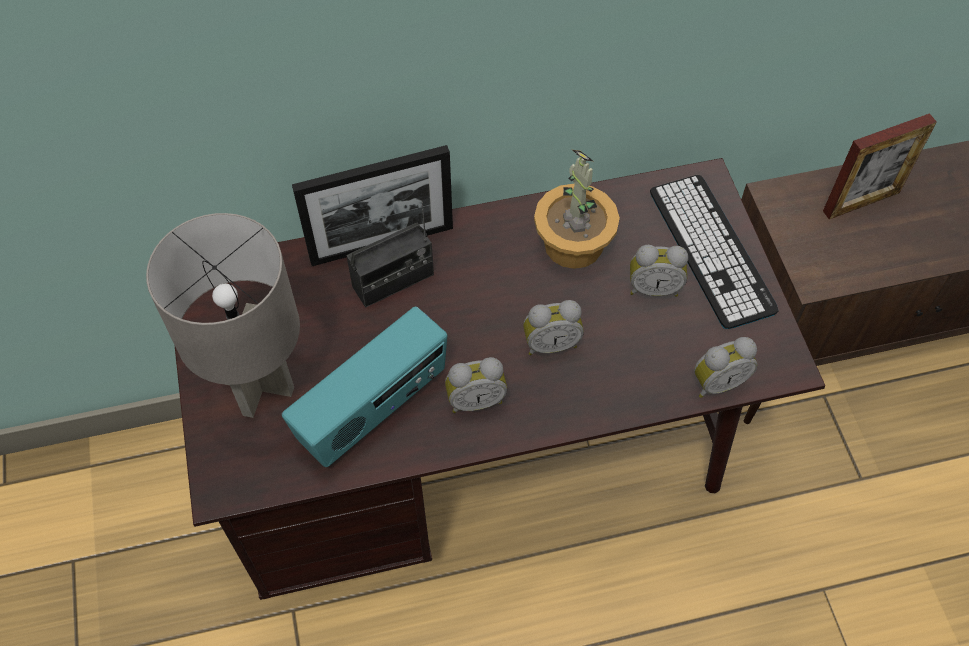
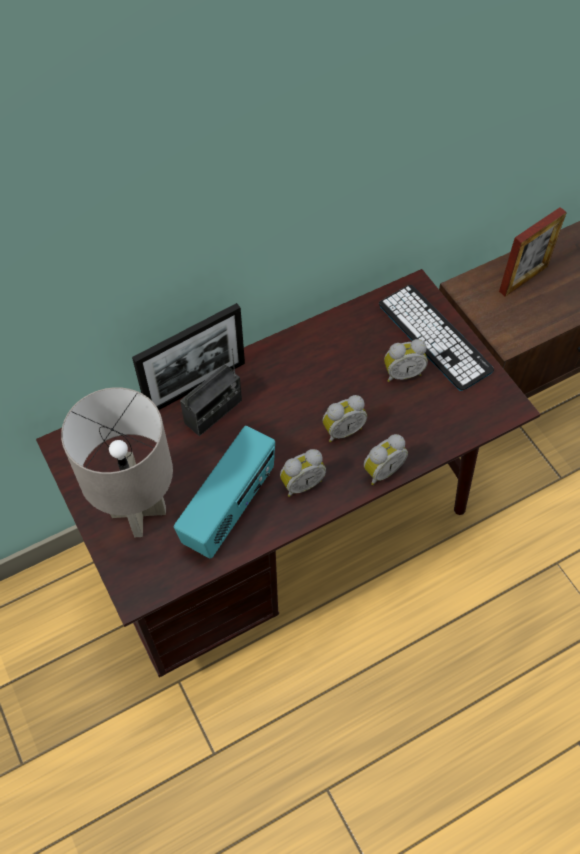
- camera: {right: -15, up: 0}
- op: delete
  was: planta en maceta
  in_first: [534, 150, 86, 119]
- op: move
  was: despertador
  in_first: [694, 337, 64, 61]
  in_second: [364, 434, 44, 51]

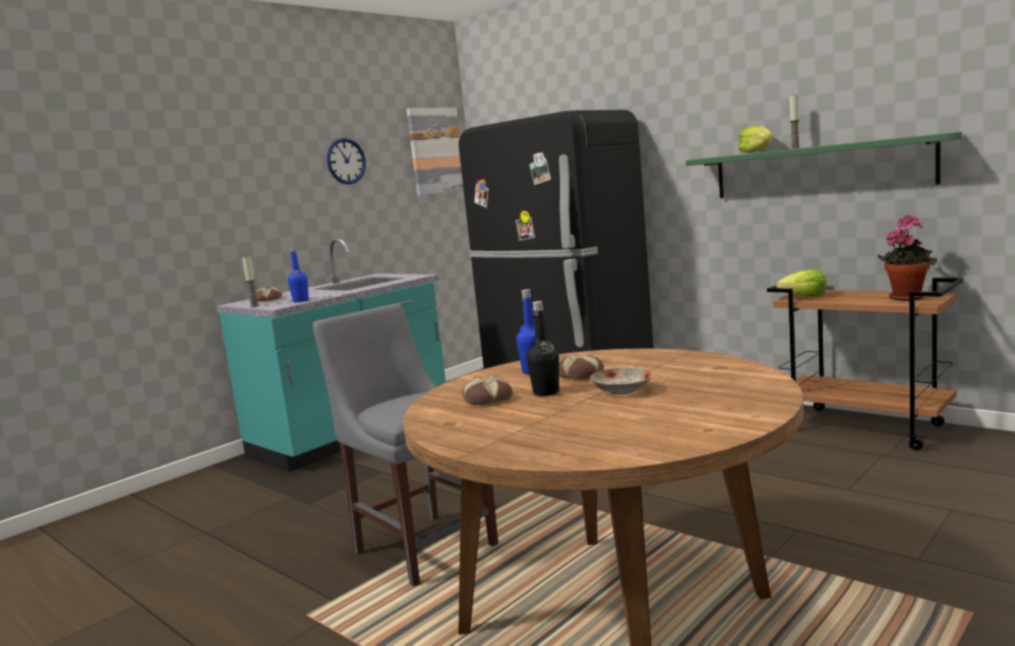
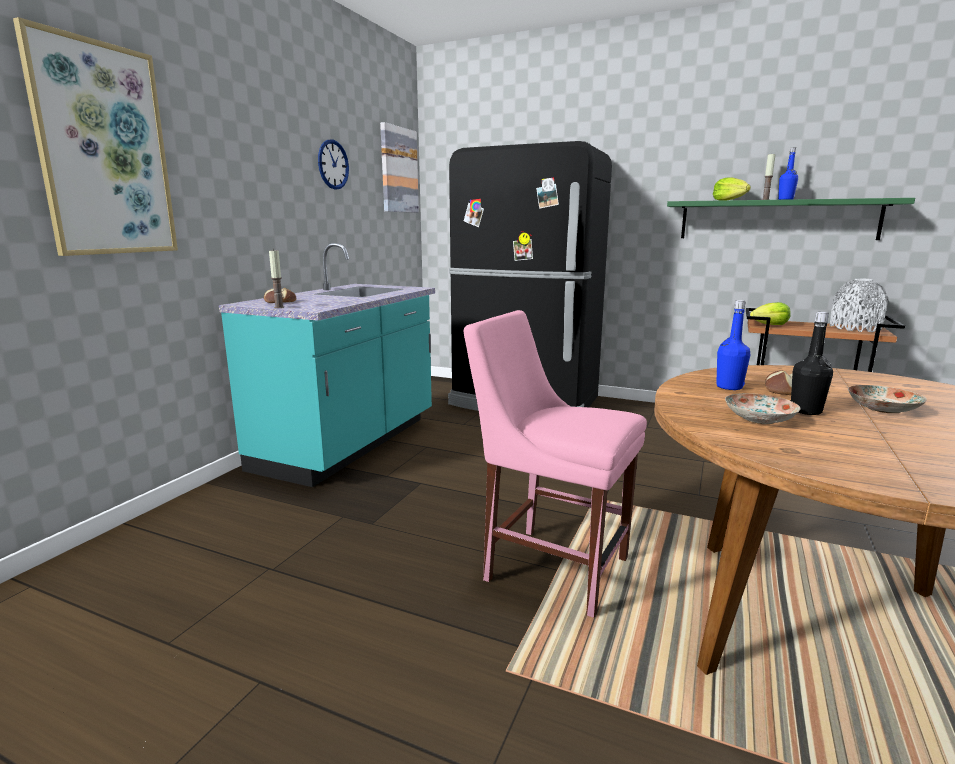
- camera: {right: -20, up: 5}
- op: replace
  was: planta en maceta
  now: florero [gris]
  in_first: [877, 214, 60, 87]
  in_second: [830, 278, 58, 54]
- op: move
  was: botella [azul]
  in_first: [288, 246, 21, 56]
  in_second: [778, 148, 20, 52]
- op: recolor
  was: silla [gris]
  now: silla [rosa]
  in_first: [313, 303, 185, 284]
  in_second: [464, 310, 183, 308]
- op: replace
  was: pan
  now: plato
  in_first: [462, 375, 51, 30]
  in_second: [725, 393, 76, 31]
- op: insert
  now: cuadro
  in_second: [13, 17, 165, 239]

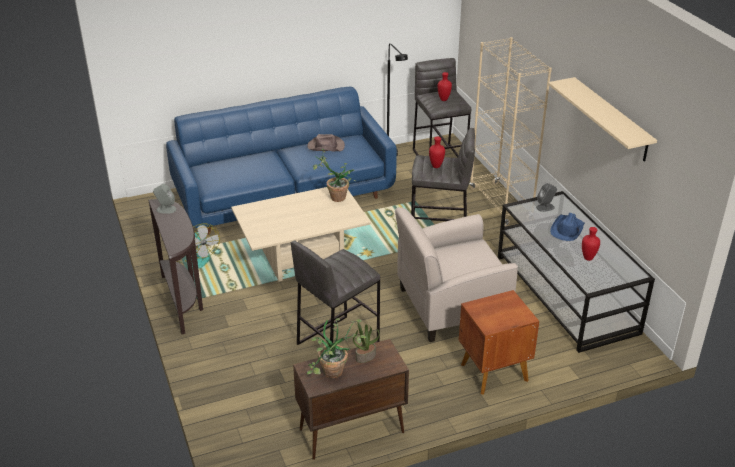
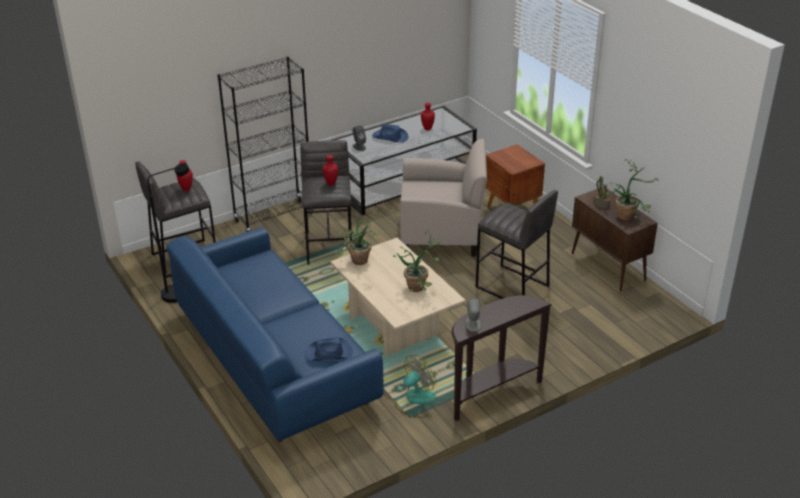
- camera: {right: -100, up: 0}
- op: recolor
  was: estantería [beis]
  now: estantería [negro]
  in_first: [469, 37, 83, 189]
  in_second: [217, 56, 96, 176]
- op: delete
  was: estante [beis]
  in_first: [548, 77, 109, 85]
- op: delete
  was: sombrero [marrón]
  in_first: [307, 134, 38, 18]
- op: rotate
  was: sillón [beis]
  in_first: [395, 207, 123, 135]
  in_second: [400, 139, 87, 117]
  clockwise: -60
- op: insert
  now: planta en maceta
  in_second: [393, 229, 47, 63]
- op: insert
  now: sombrero [azul]
  in_second: [305, 336, 48, 25]

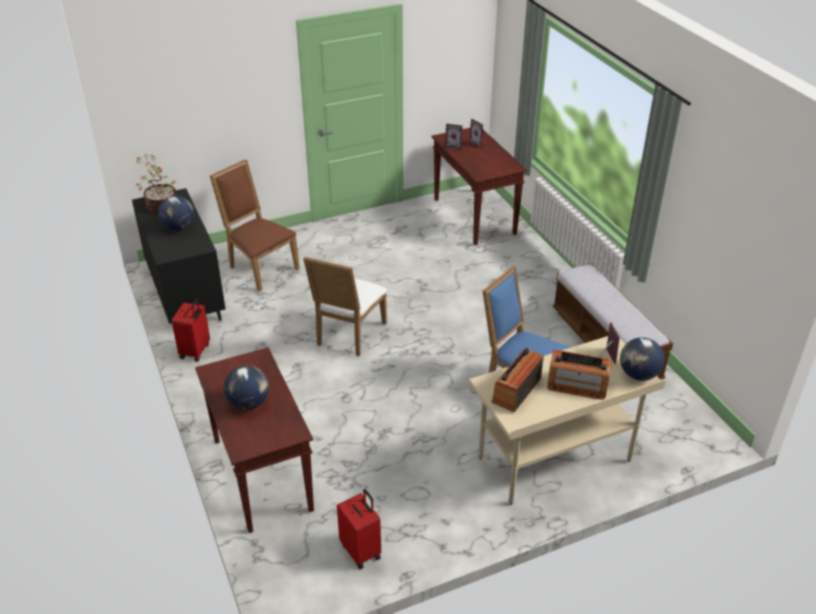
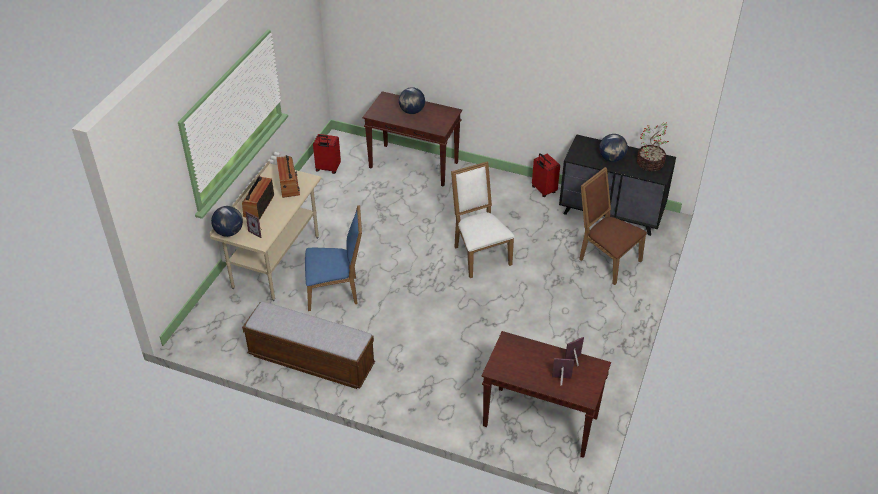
- camera: {right: 135, up: 5}
- op: rotate
  was: silla [marrón]
  in_first: [210, 159, 90, 133]
  in_second: [579, 167, 68, 118]
  clockwise: -135
- op: rotate
  was: radio
  in_first: [547, 349, 65, 51]
  in_second: [242, 176, 32, 44]
  clockwise: -45

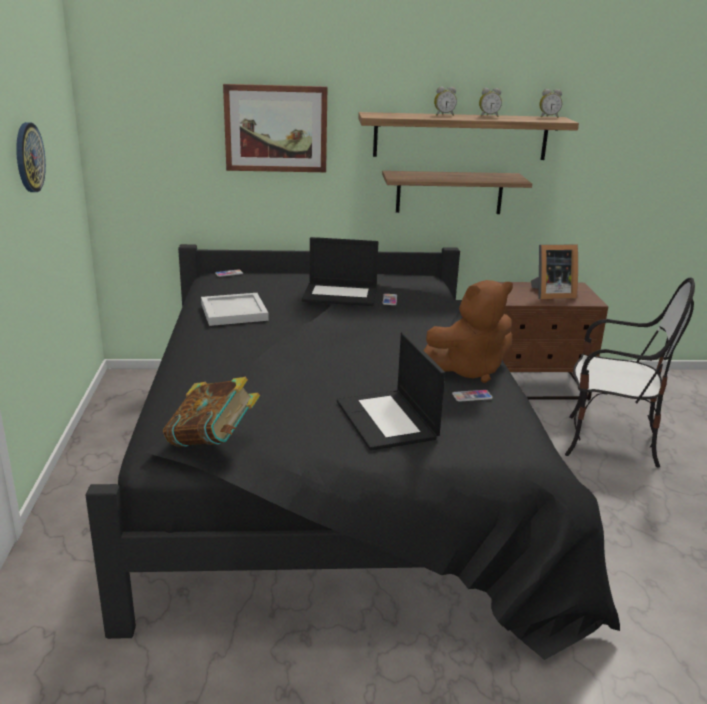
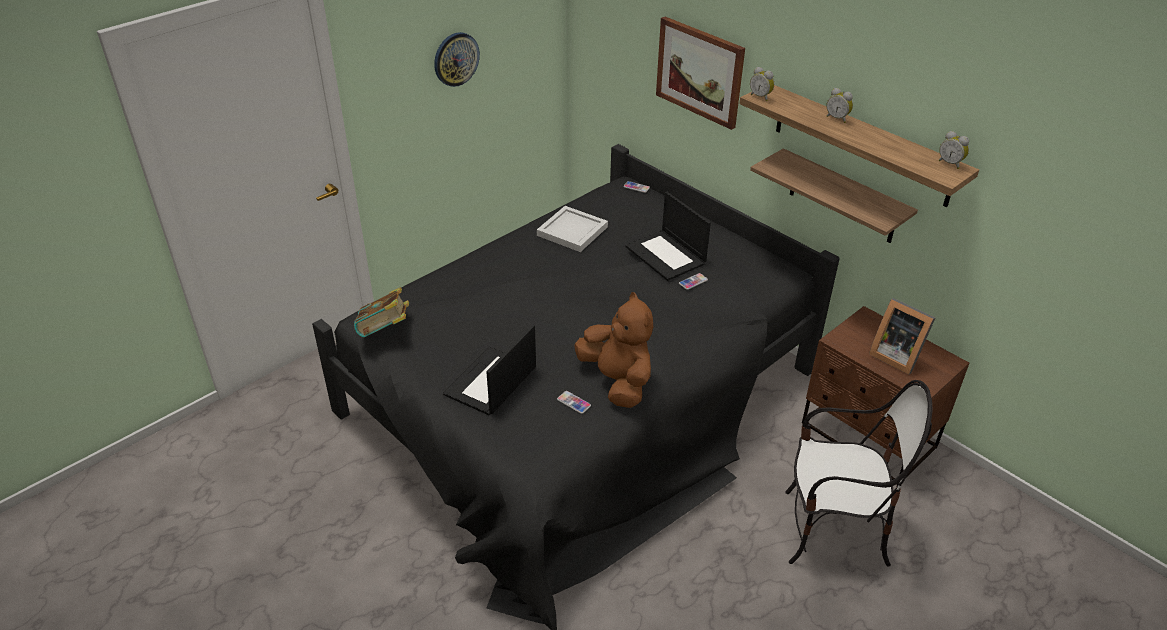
- camera: {right: 50, up: 15}
- op: move
  was: despertador
  in_first: [479, 88, 23, 29]
  in_second: [750, 67, 24, 34]
- op: rotate
  was: silla
  in_first: [565, 278, 130, 190]
  in_second: [785, 380, 147, 186]
  clockwise: -60
- op: rotate
  was: peluche [marrón]
  in_first: [423, 280, 90, 103]
  in_second: [574, 292, 79, 116]
  clockwise: -150

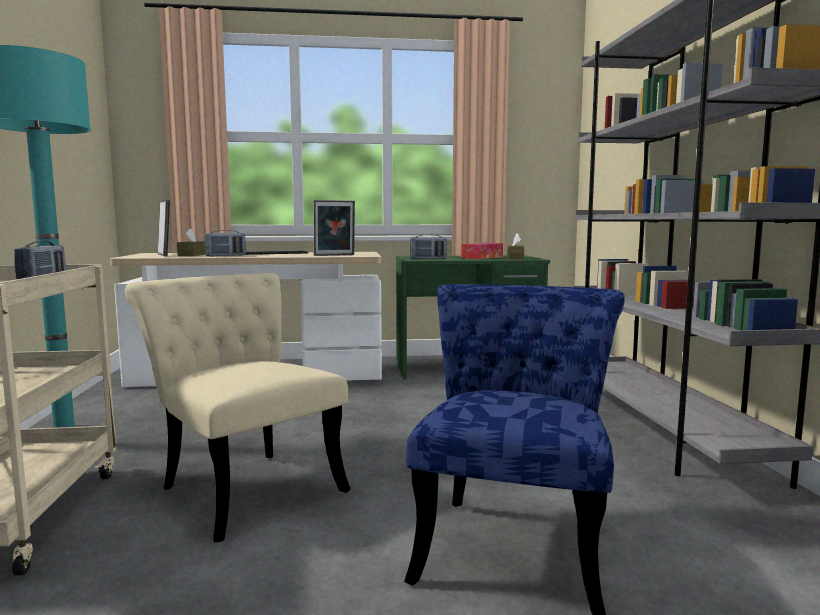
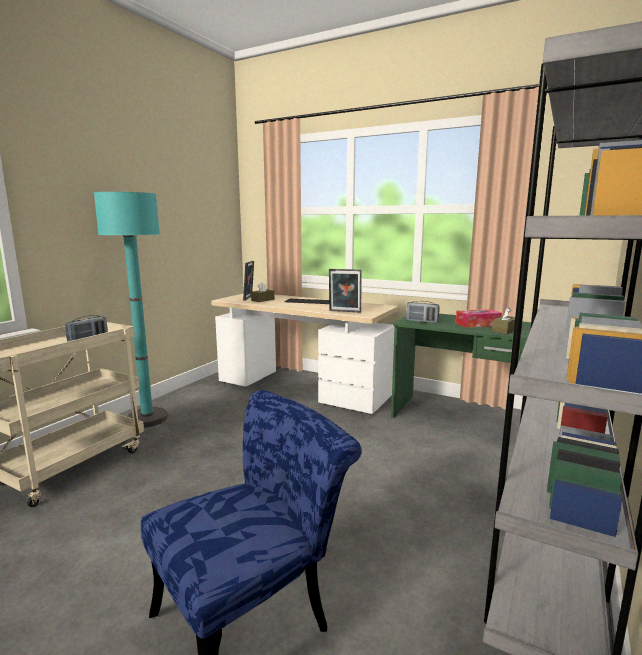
- camera: {right: 35, up: 5}
- op: delete
  was: radio
  in_first: [205, 230, 41, 27]
- op: delete
  was: silla [beis]
  in_first: [125, 273, 226, 269]

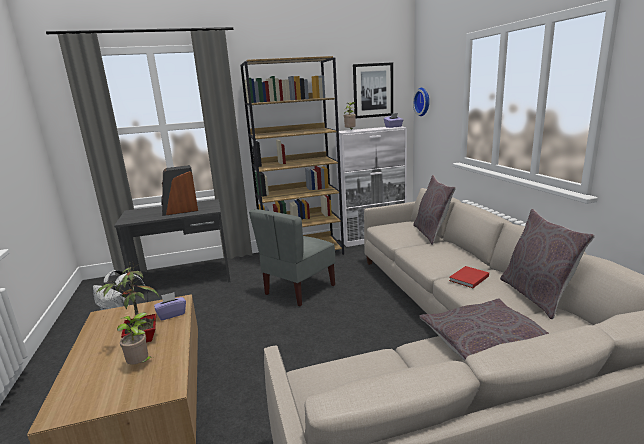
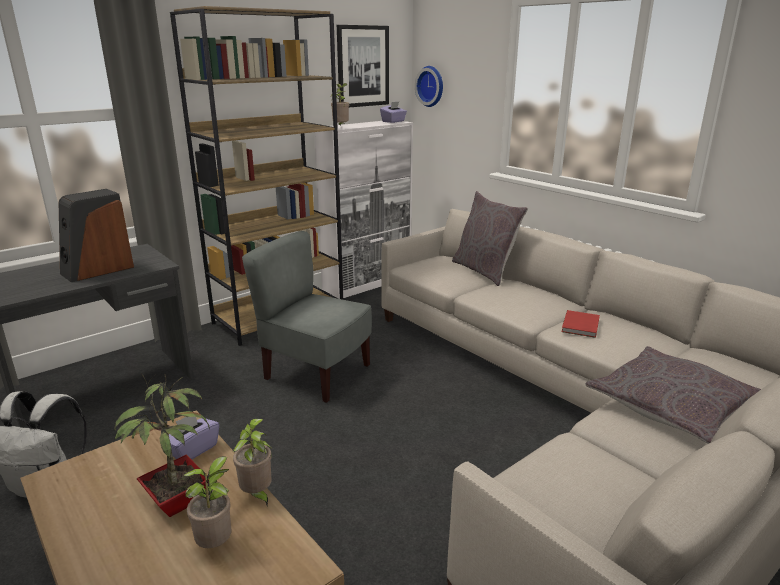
- camera: {right: -25, up: 5}
- op: rotate
  was: silla [gris]
  in_first: [249, 209, 86, 97]
  in_second: [242, 231, 130, 172]
  clockwise: 105
- op: delete
  was: cojín [gris]
  in_first: [500, 209, 95, 110]
- op: insert
  now: planta en maceta
  in_second: [233, 419, 38, 87]

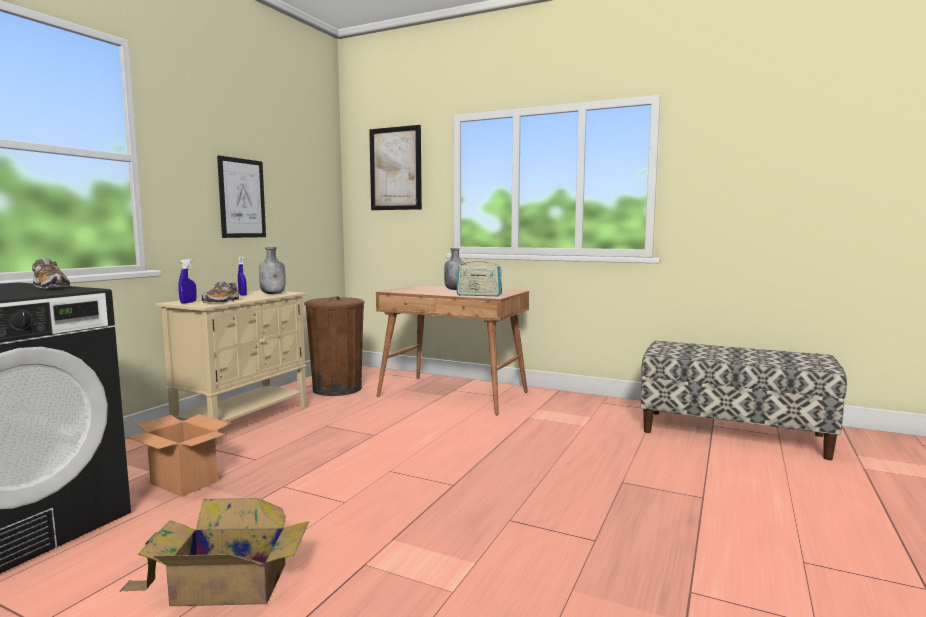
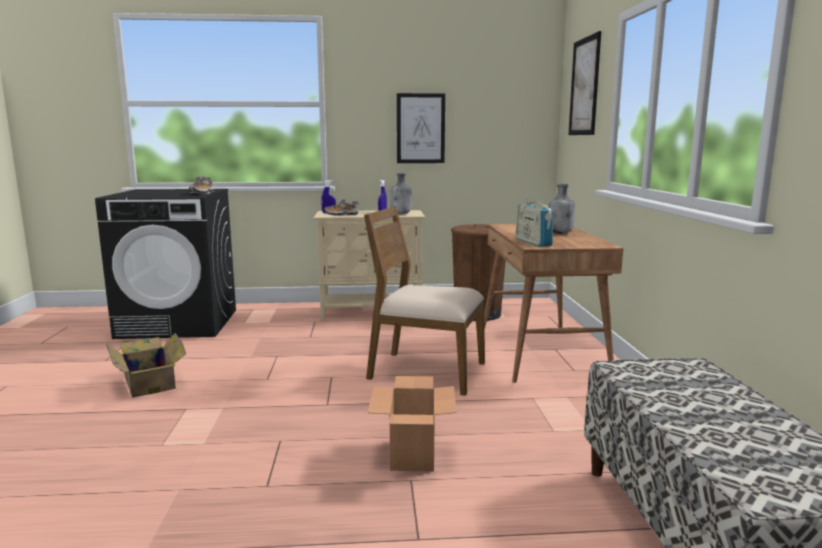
- camera: {right: 60, up: 5}
- op: move
  was: caja de cartón
  in_first: [127, 414, 104, 83]
  in_second: [368, 376, 89, 96]
- op: insert
  now: silla [marrón]
  in_second: [364, 206, 121, 190]

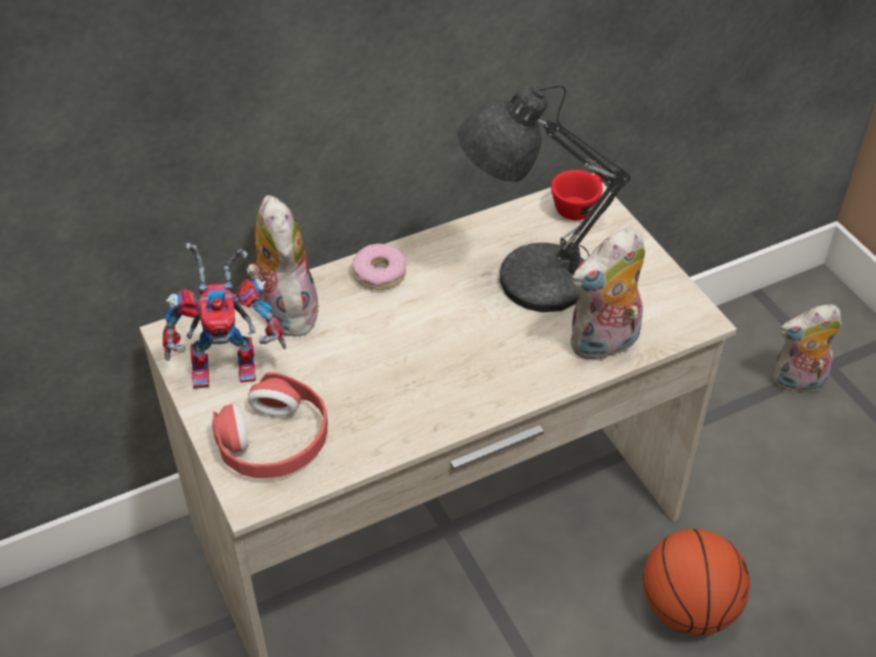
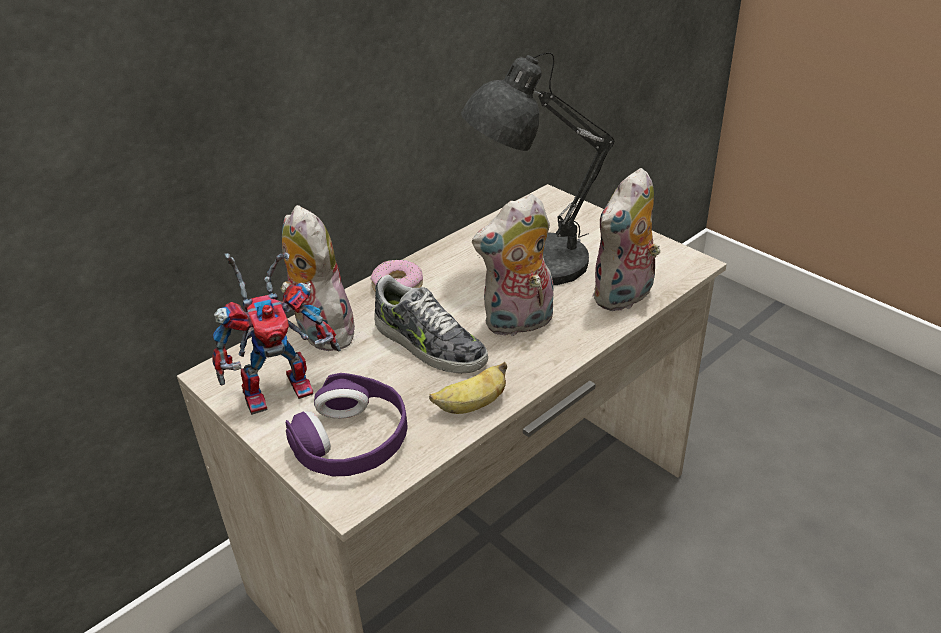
- camera: {right: -15, up: -10}
- op: delete
  was: taza [rojo]
  in_first: [551, 170, 52, 50]
- op: move
  was: peluche
  in_first: [773, 304, 69, 92]
  in_second: [472, 194, 82, 142]
- op: recolor
  was: auriculares [rojo]
  now: auriculares [morado]
  in_first: [212, 372, 116, 106]
  in_second: [286, 373, 122, 103]
- op: delete
  was: balón de baloncesto
  in_first: [643, 529, 107, 106]
- op: insert
  now: zapato
  in_second: [374, 275, 114, 99]
- op: insert
  now: plátano
  in_second: [429, 362, 78, 52]

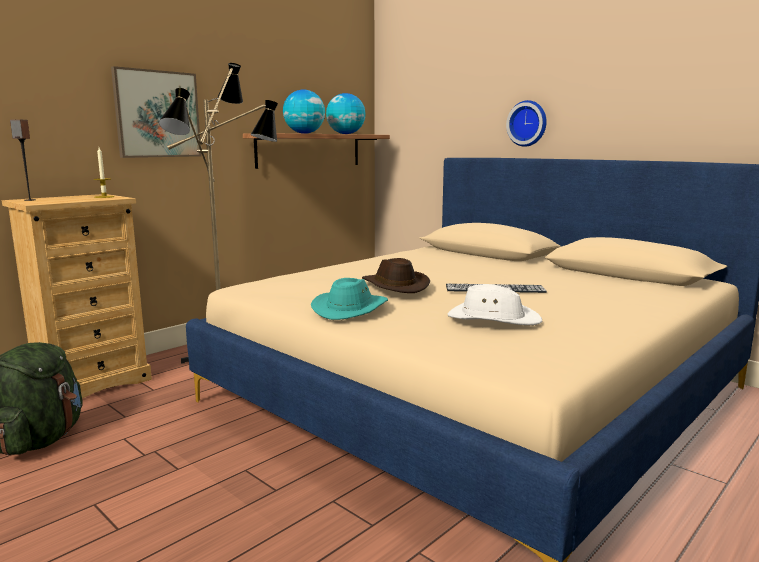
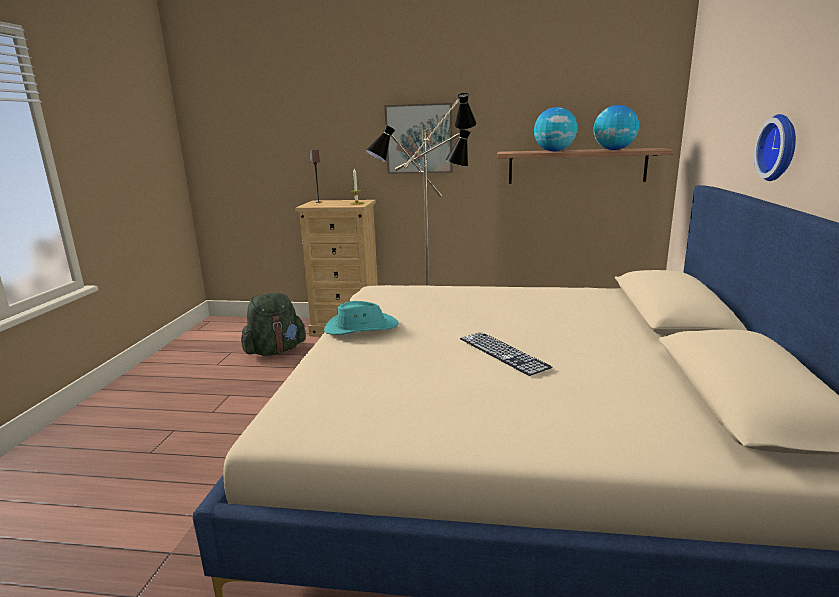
- camera: {right: 55, up: 5}
- op: delete
  was: sombrero [marrón]
  in_first: [362, 258, 68, 35]
- op: delete
  was: sombrero [blanco]
  in_first: [448, 284, 94, 41]

